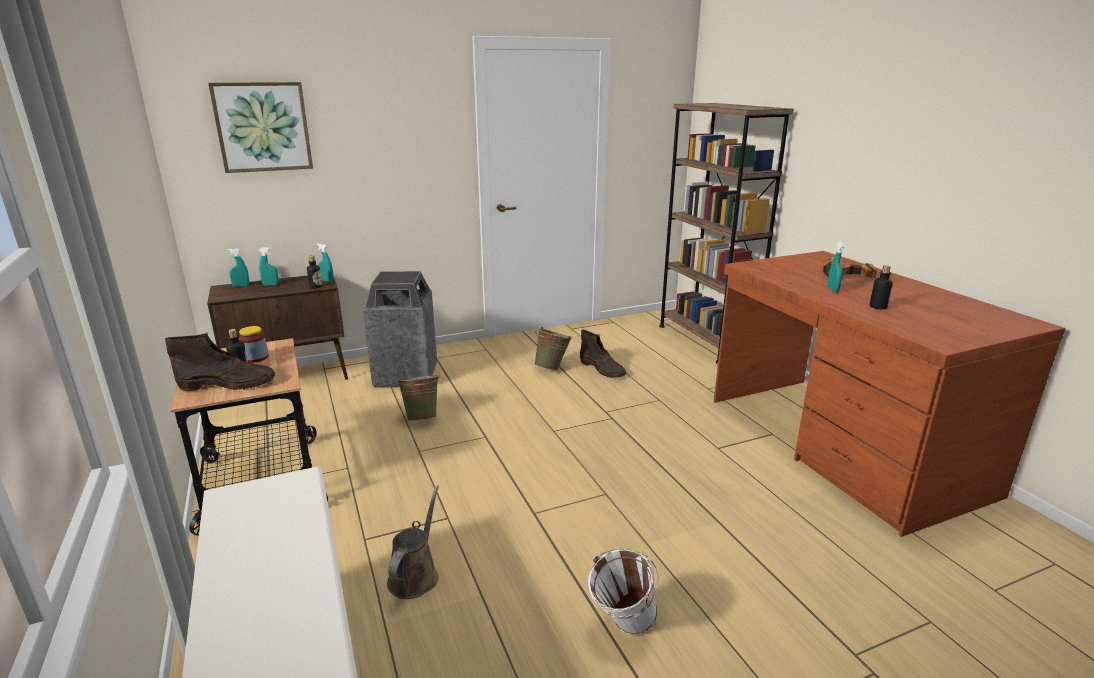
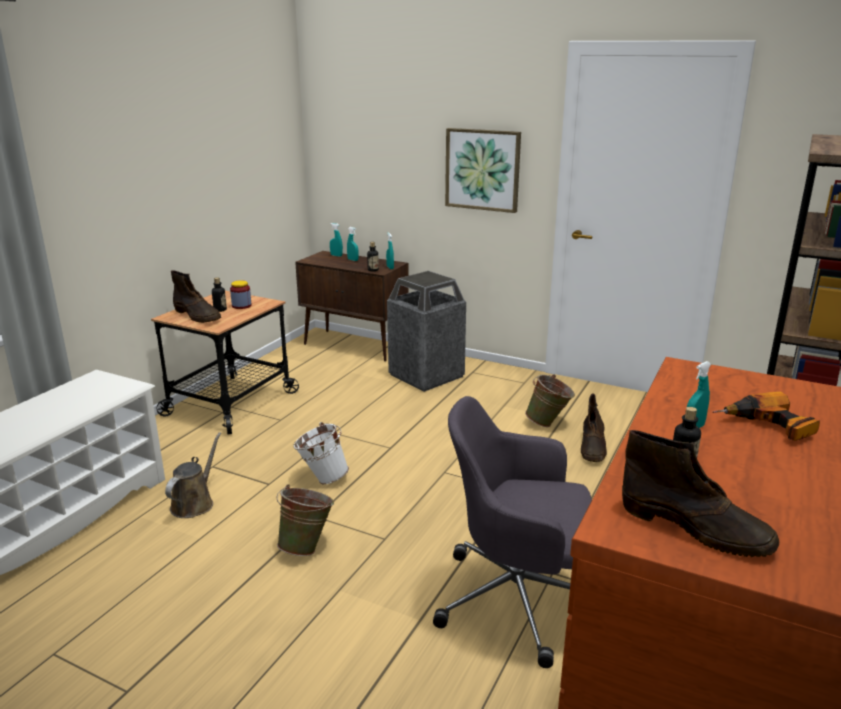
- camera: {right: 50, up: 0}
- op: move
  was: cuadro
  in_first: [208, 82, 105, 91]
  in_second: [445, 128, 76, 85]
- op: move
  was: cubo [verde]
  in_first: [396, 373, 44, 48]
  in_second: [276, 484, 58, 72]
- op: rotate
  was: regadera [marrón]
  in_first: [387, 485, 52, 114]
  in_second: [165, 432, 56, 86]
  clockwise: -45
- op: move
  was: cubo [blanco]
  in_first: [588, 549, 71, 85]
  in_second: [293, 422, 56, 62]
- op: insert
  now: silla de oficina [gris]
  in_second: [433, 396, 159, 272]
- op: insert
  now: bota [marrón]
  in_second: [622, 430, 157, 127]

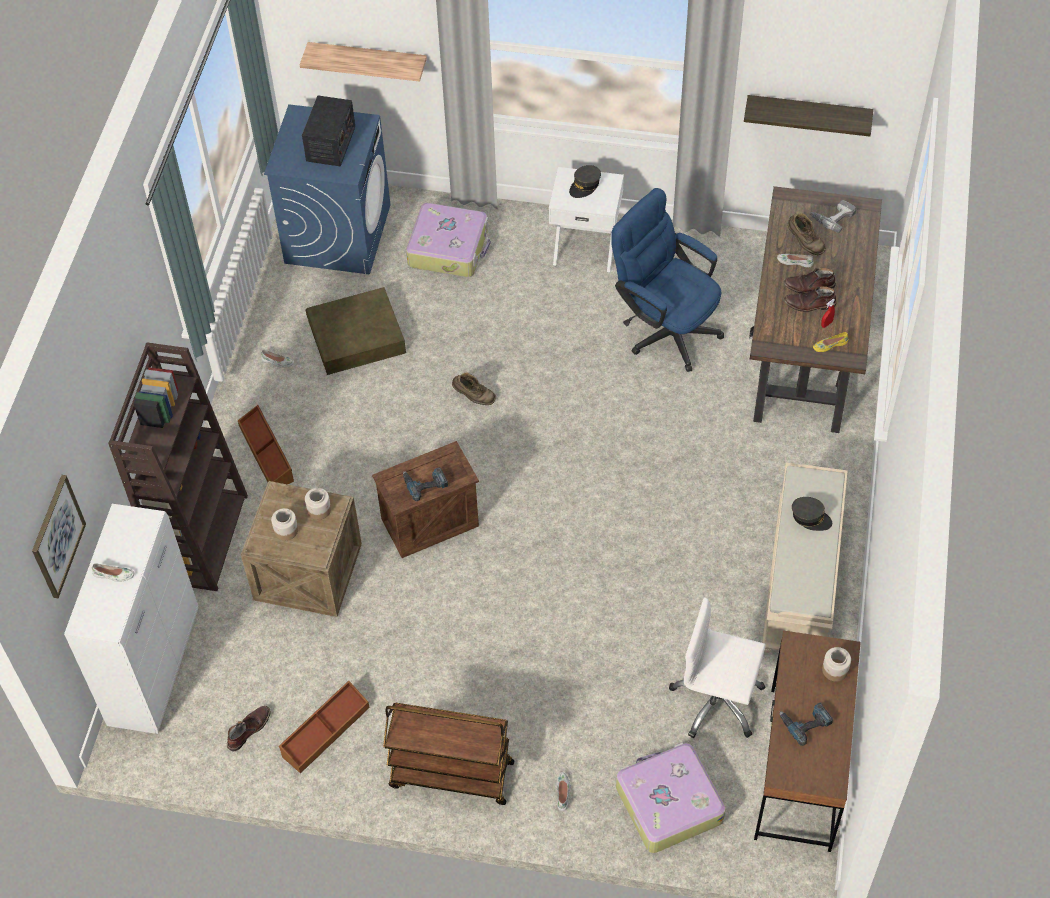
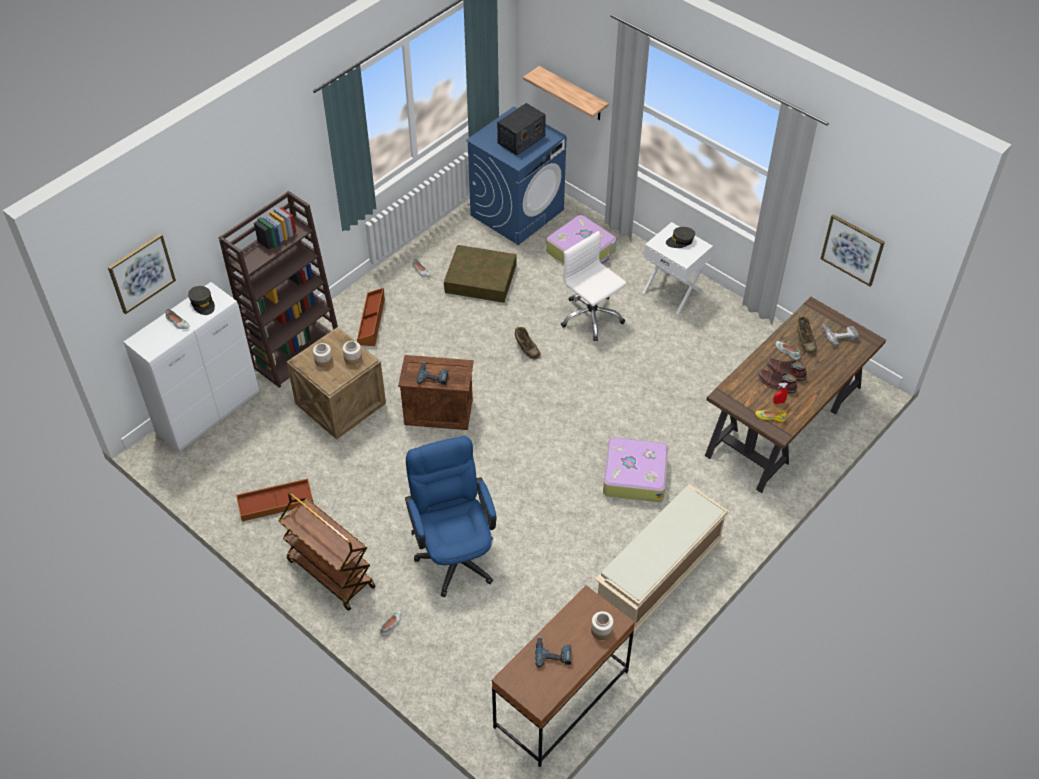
- camera: {right: 30, up: -5}
- op: replace
  was: estante
  now: cuadro
  in_first: [744, 95, 129, 42]
  in_second: [821, 214, 64, 72]
- op: move
  was: silla de oficina [azul]
  in_first: [611, 188, 113, 184]
  in_second: [405, 436, 92, 161]
- op: move
  was: gorra [gris]
  in_first: [792, 497, 40, 34]
  in_second: [188, 286, 27, 29]
- op: move
  was: silla de oficina [blanco]
  in_first: [669, 598, 97, 140]
  in_second: [561, 231, 66, 110]
- op: delete
  was: bota [marrón]
  in_first: [227, 706, 44, 45]
- op: move
  was: maleta
  in_first: [616, 742, 110, 111]
  in_second: [603, 437, 65, 65]

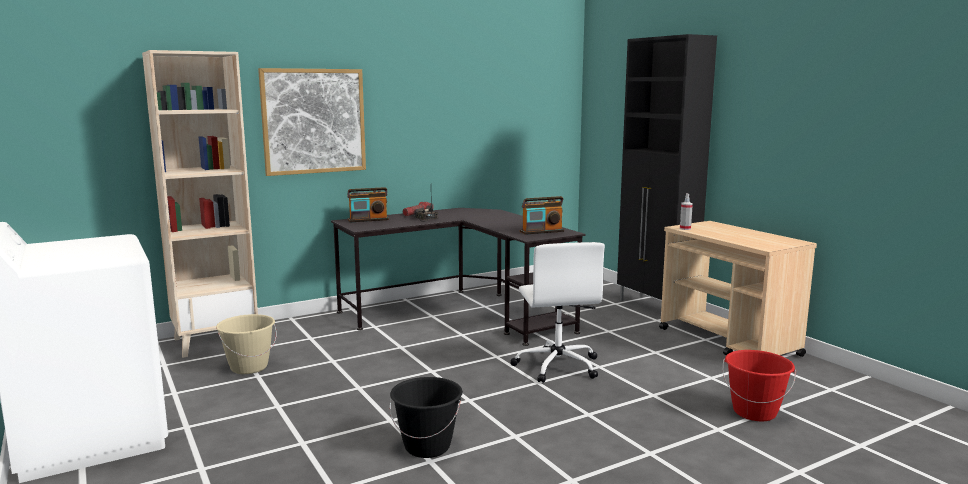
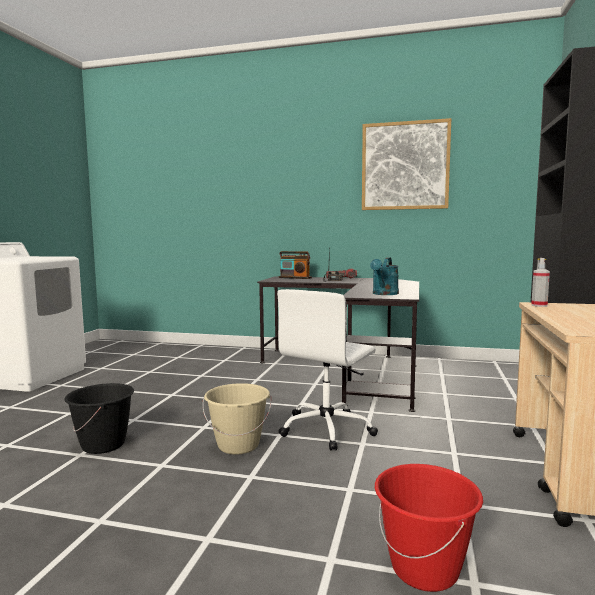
- camera: {right: 45, up: -5}
- op: delete
  was: estantería [beis]
  in_first: [142, 50, 116, 308]
- op: move
  was: cuadro
  in_first: [258, 68, 108, 108]
  in_second: [362, 118, 89, 92]
- op: replace
  was: radio
  now: regadera [turquesa]
  in_first: [520, 196, 44, 39]
  in_second: [370, 257, 29, 38]
- op: move
  was: cubo [beis]
  in_first: [216, 314, 61, 60]
  in_second: [203, 383, 68, 72]

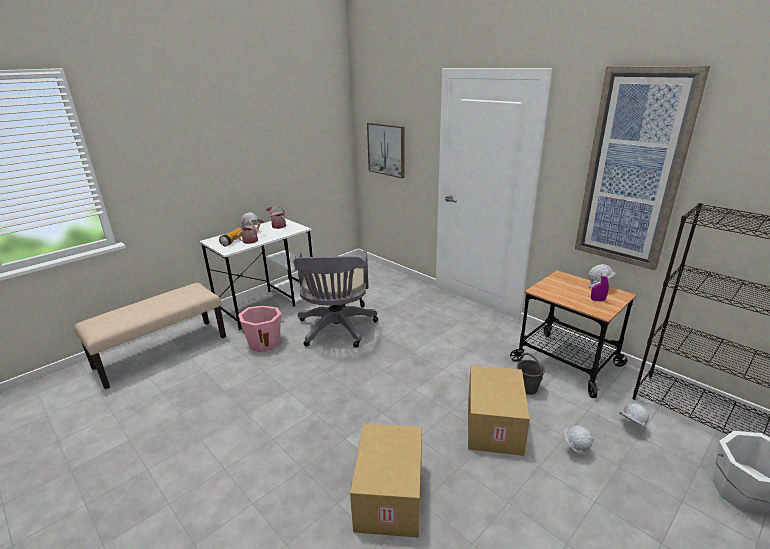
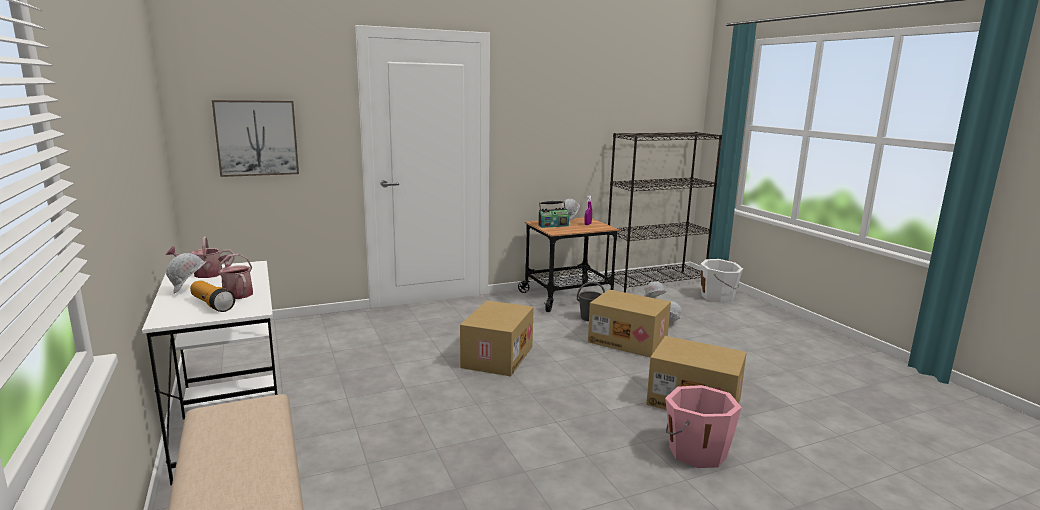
- camera: {right: -70, up: -10}
- op: delete
  was: cuadro
  in_first: [575, 66, 135, 204]
- op: delete
  was: silla de oficina [gris]
  in_first: [294, 251, 84, 97]
- op: move
  was: cubo [rosa]
  in_first: [238, 306, 46, 46]
  in_second: [665, 385, 76, 83]
- op: insert
  now: radio
  in_second: [538, 201, 31, 27]
- op: insert
  now: caja de cartón
  in_second: [460, 301, 74, 76]

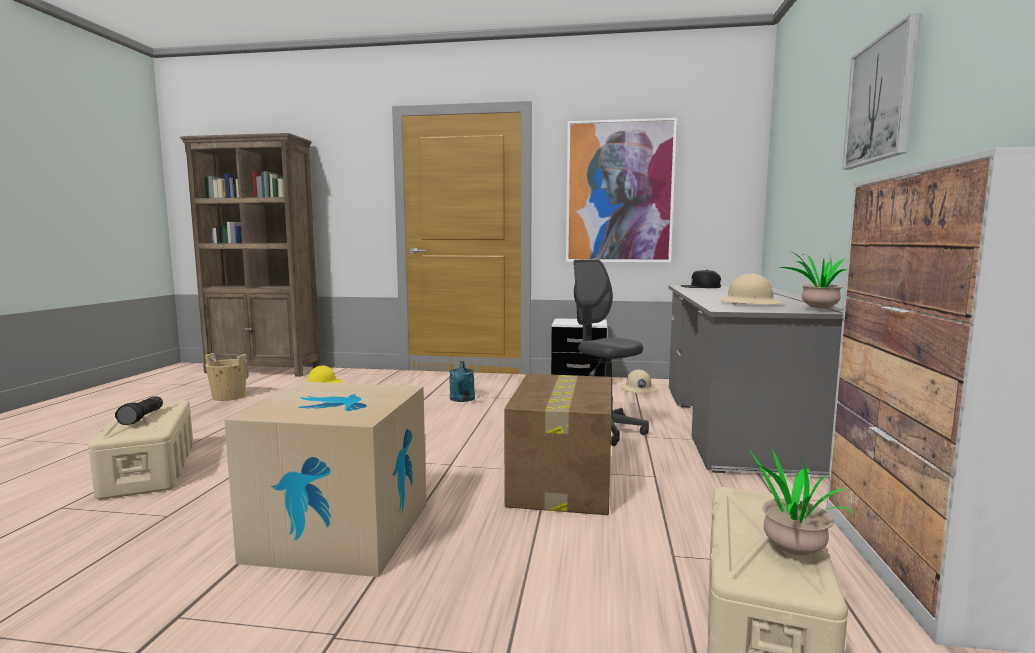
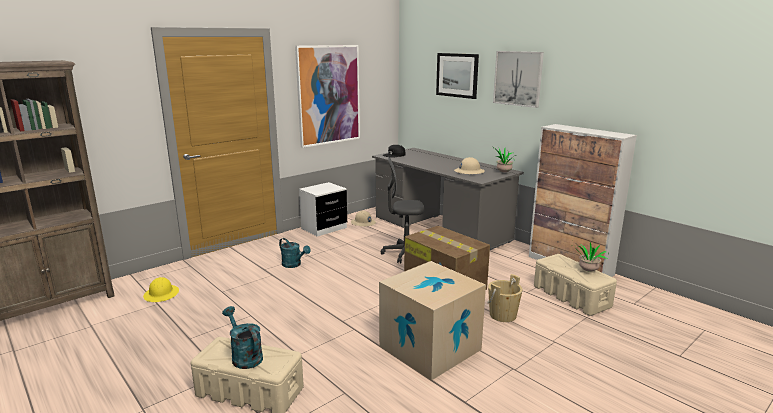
- camera: {right: -50, up: 10}
- op: move
  was: cubo [beis]
  in_first: [205, 353, 44, 48]
  in_second: [487, 274, 36, 48]
- op: replace
  was: linterna
  now: regadera [turquesa]
  in_first: [115, 396, 48, 29]
  in_second: [222, 306, 41, 63]
- op: insert
  now: cuadro
  in_second: [436, 53, 43, 46]

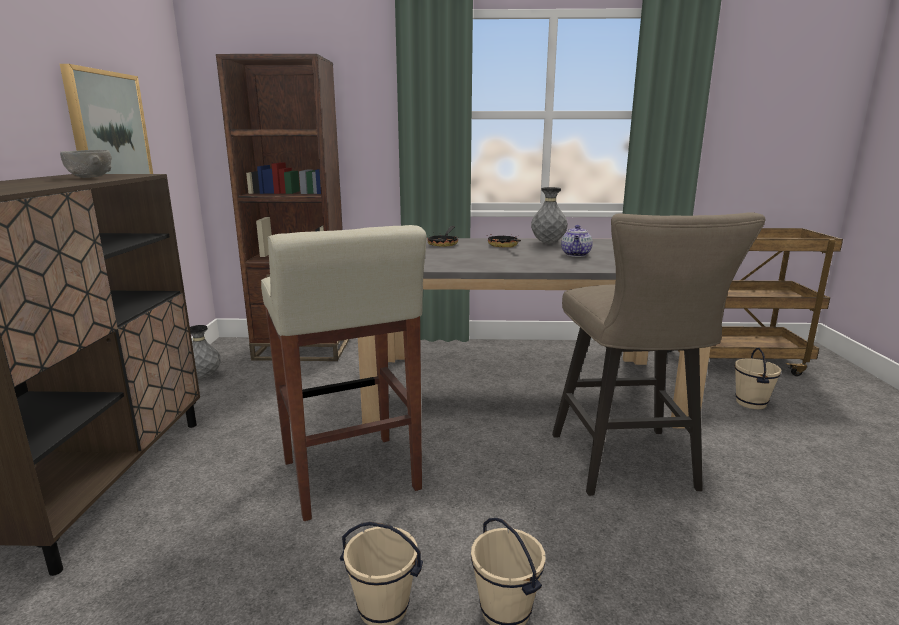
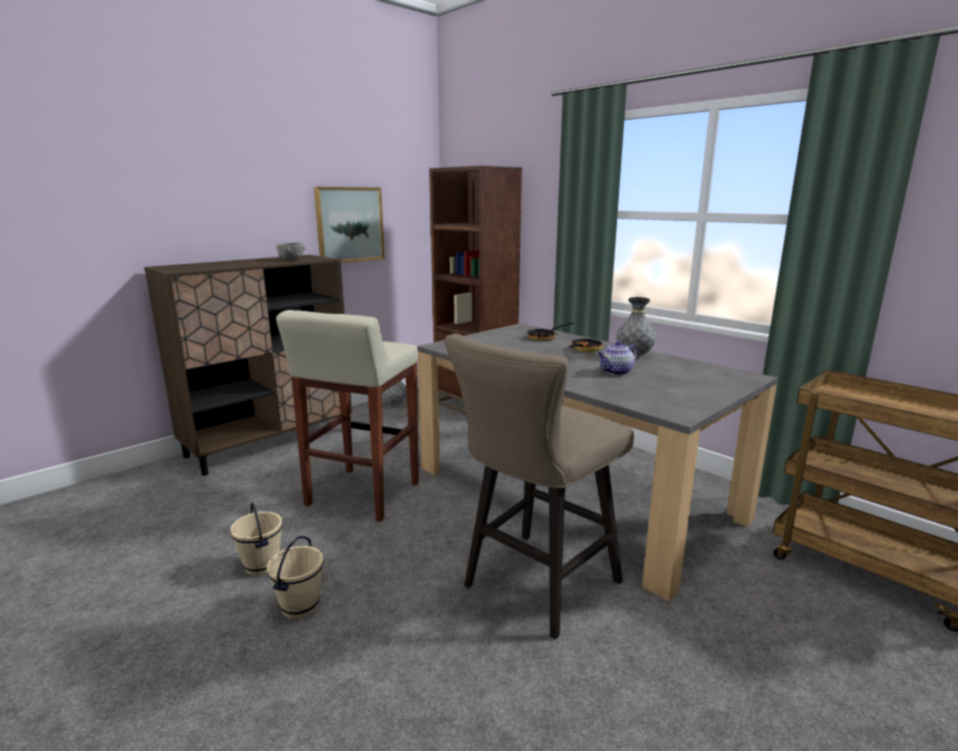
- camera: {right: 45, up: 0}
- op: delete
  was: cubo [beis]
  in_first: [735, 348, 46, 61]

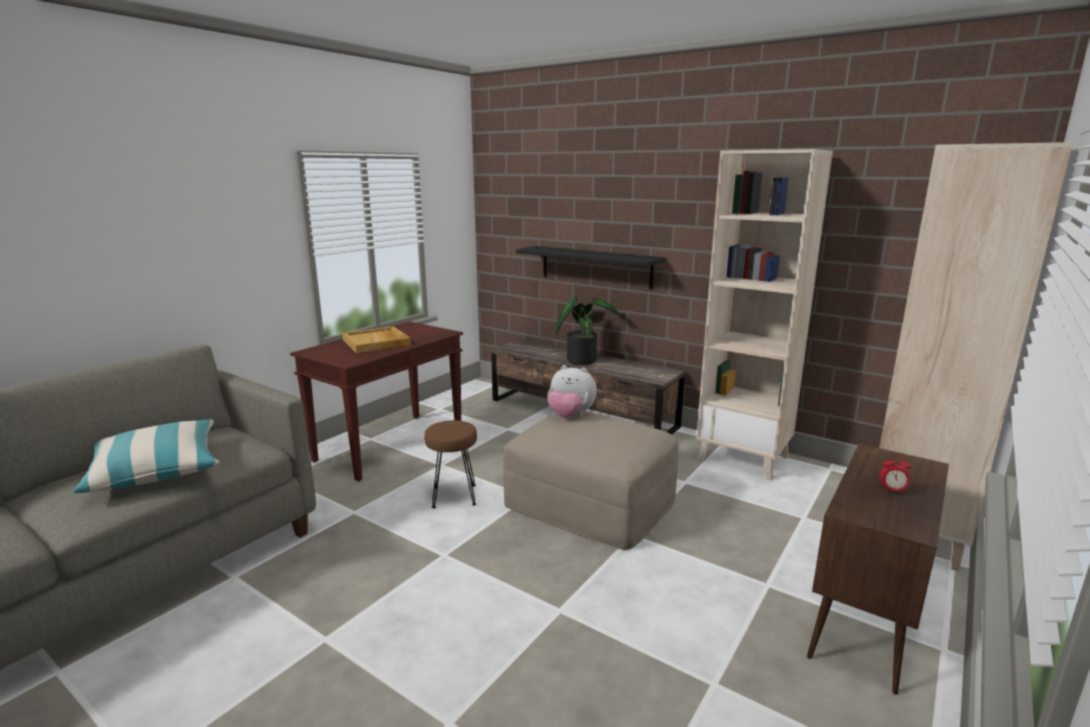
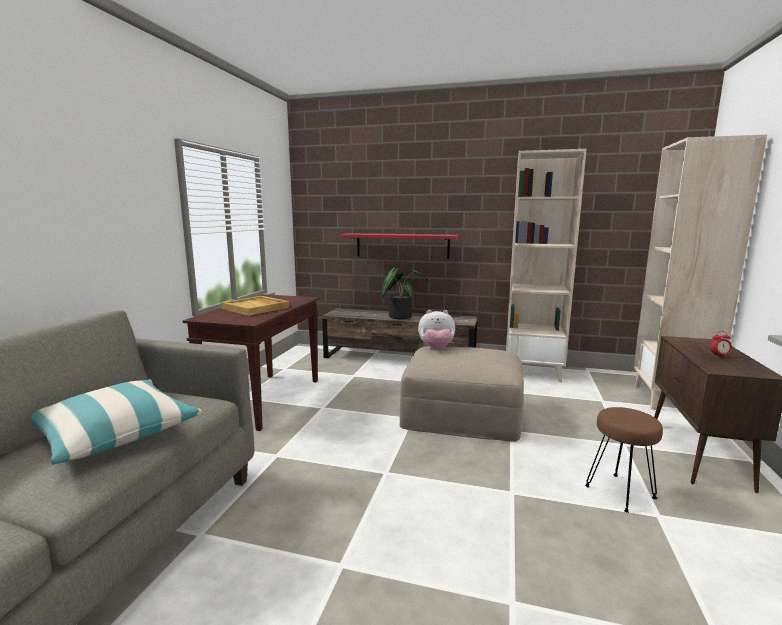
- camera: {right: -20, up: -5}
- op: recolor
  was: estante [negro]
  now: estante [rojo]
  in_first: [516, 246, 150, 43]
  in_second: [340, 233, 119, 26]
- op: move
  was: taburete [marrón]
  in_first: [424, 420, 53, 88]
  in_second: [585, 407, 78, 106]

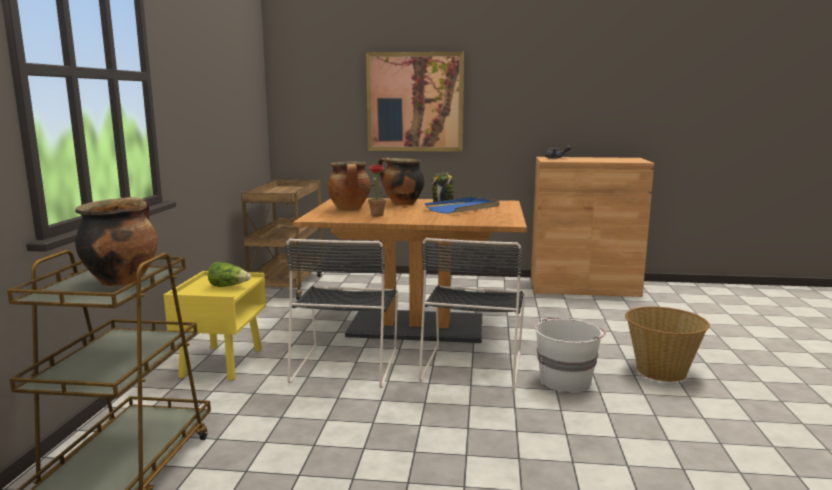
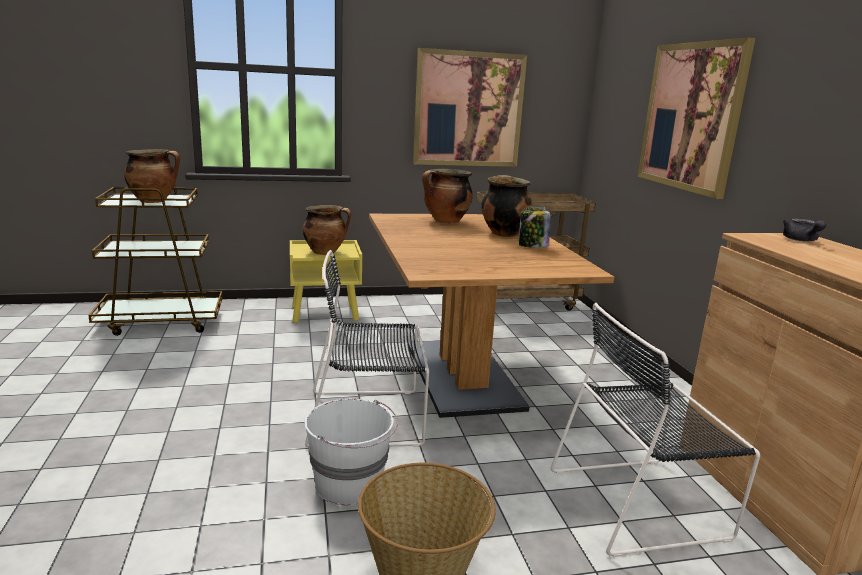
- camera: {right: 70, up: 5}
- op: delete
  was: planta en maceta
  in_first: [361, 164, 34, 52]
- op: delete
  was: bandeja [azul]
  in_first: [425, 197, 75, 17]
- op: move
  was: silla [negro]
  in_first: [286, 238, 112, 150]
  in_second: [551, 303, 209, 254]
- op: replace
  was: lechuga
  now: olla
  in_first: [208, 262, 43, 25]
  in_second: [303, 205, 48, 50]
- op: insert
  now: cuadro
  in_second: [413, 48, 114, 119]

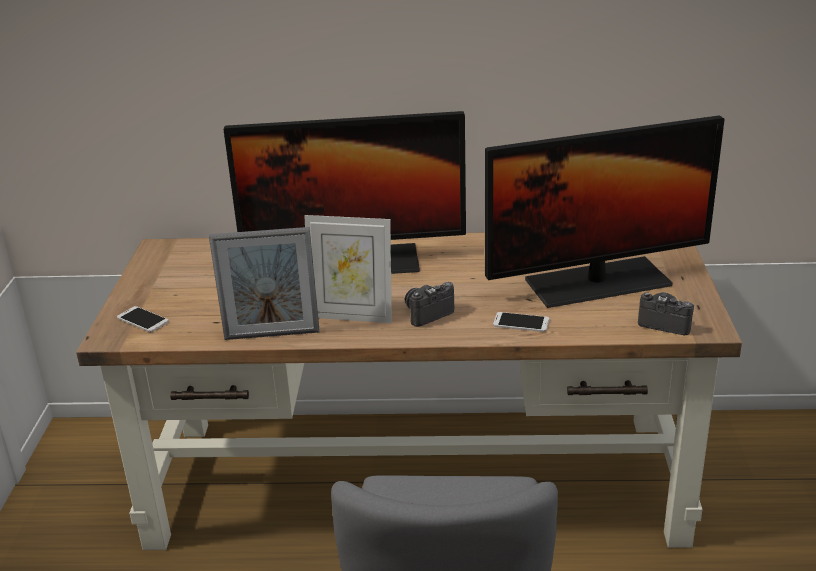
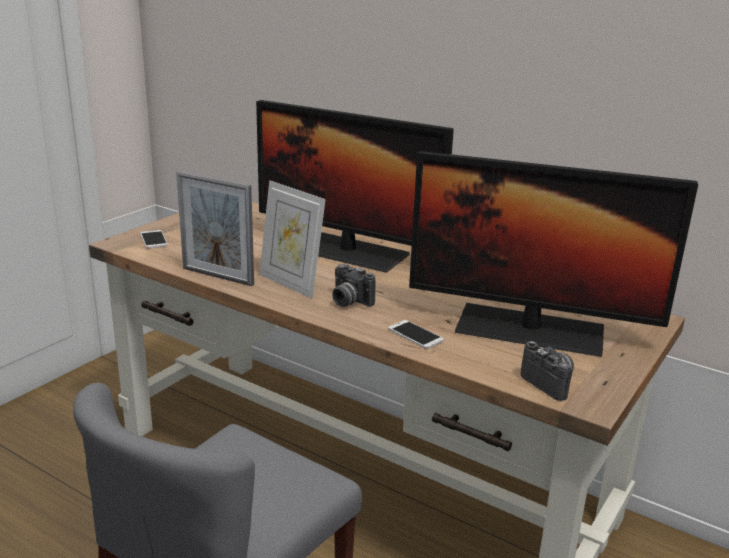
- camera: {right: 30, up: -5}
- op: rotate
  was: cámara
  in_first: [405, 282, 49, 45]
  in_second: [332, 264, 44, 43]
  clockwise: -135

